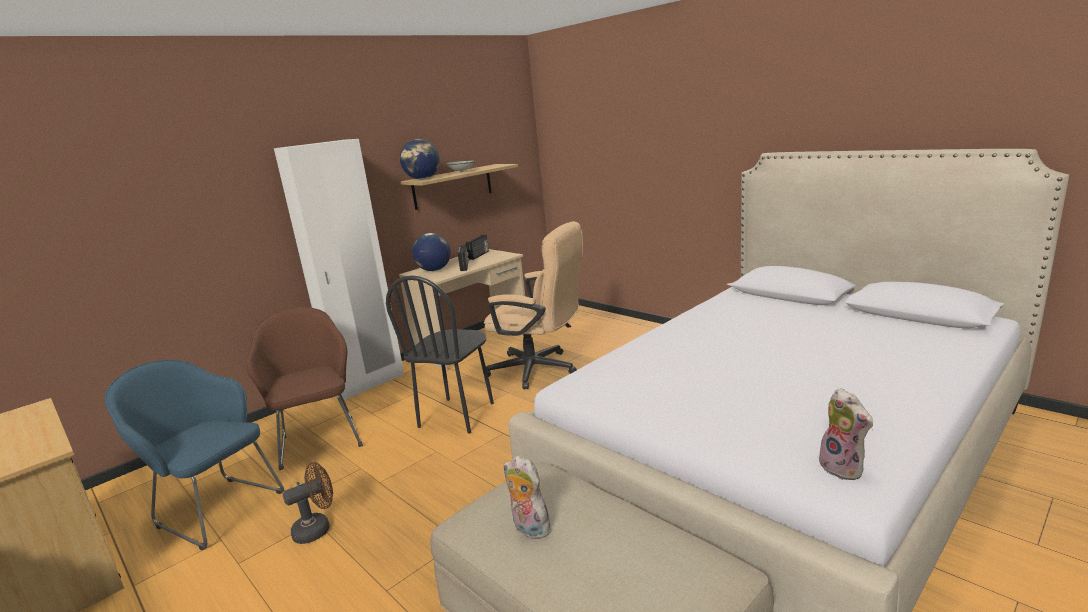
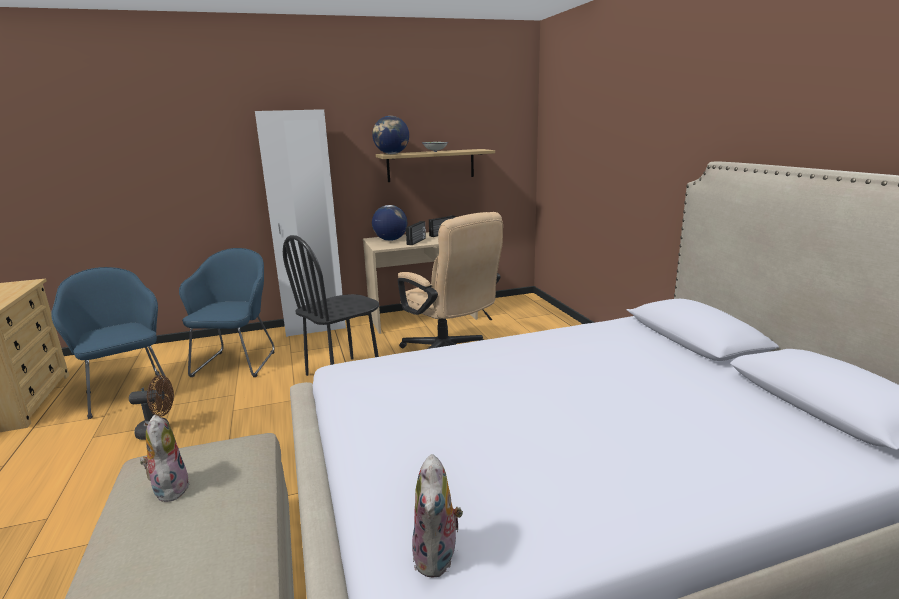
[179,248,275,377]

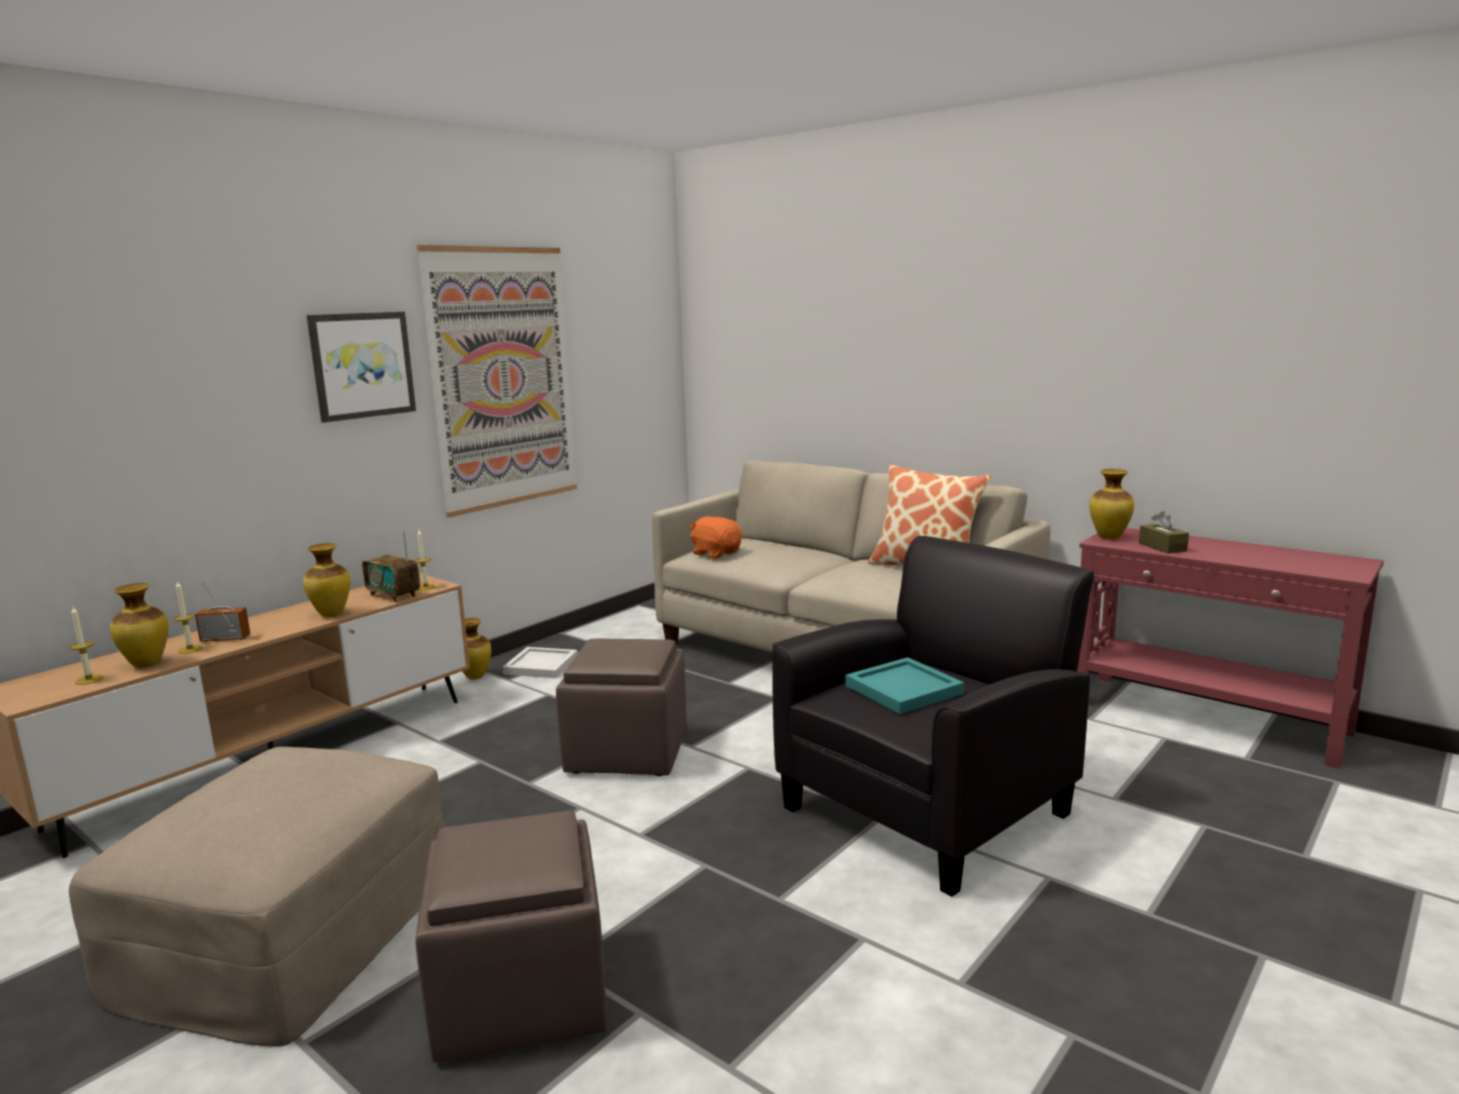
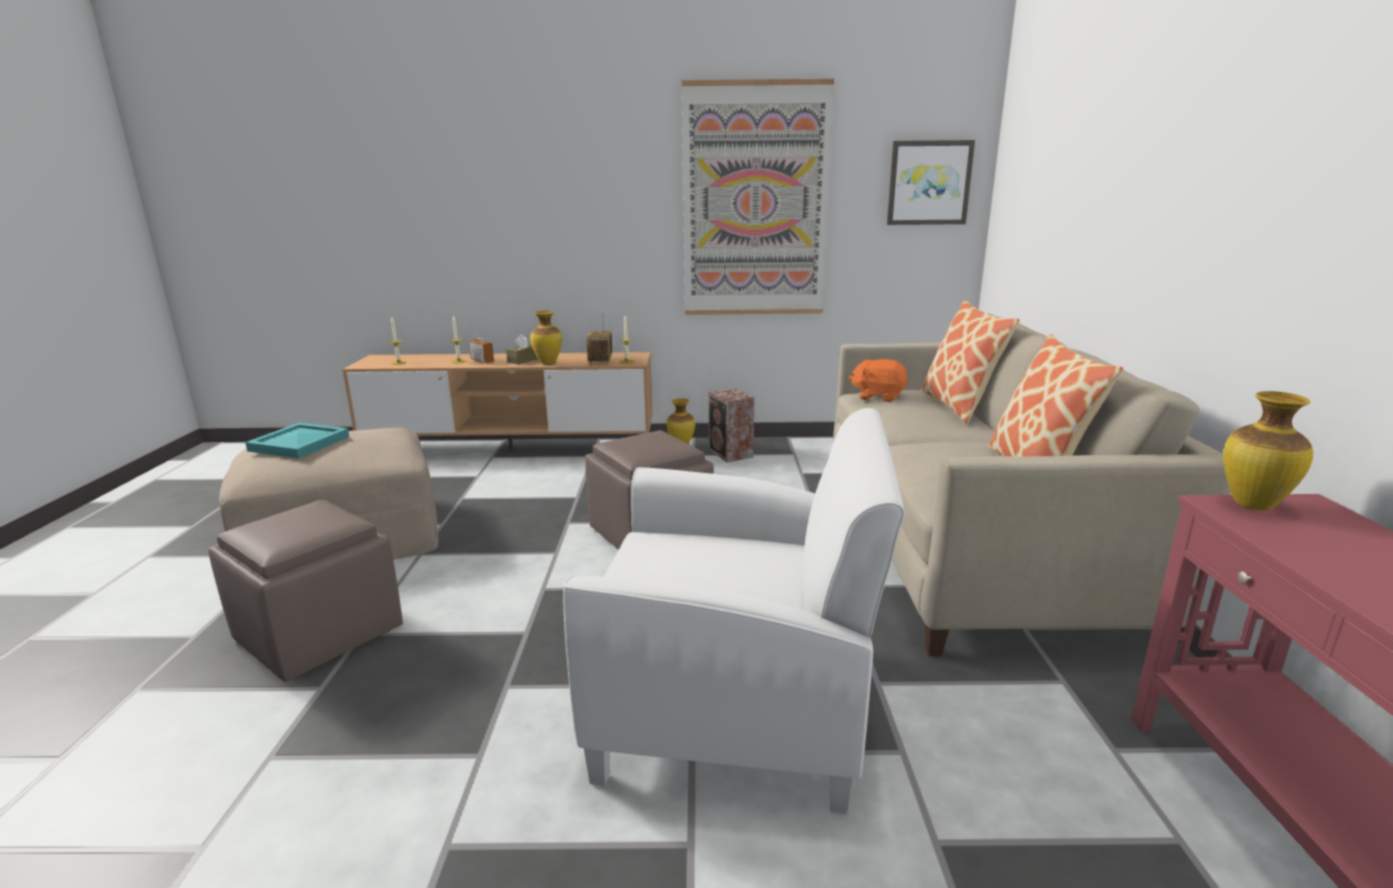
[110,583,169,668] (first image)
[920,300,1020,424]
[887,140,975,225]
[245,423,349,459]
[506,334,538,364]
[709,388,754,462]
[562,408,905,814]
[849,359,908,402]

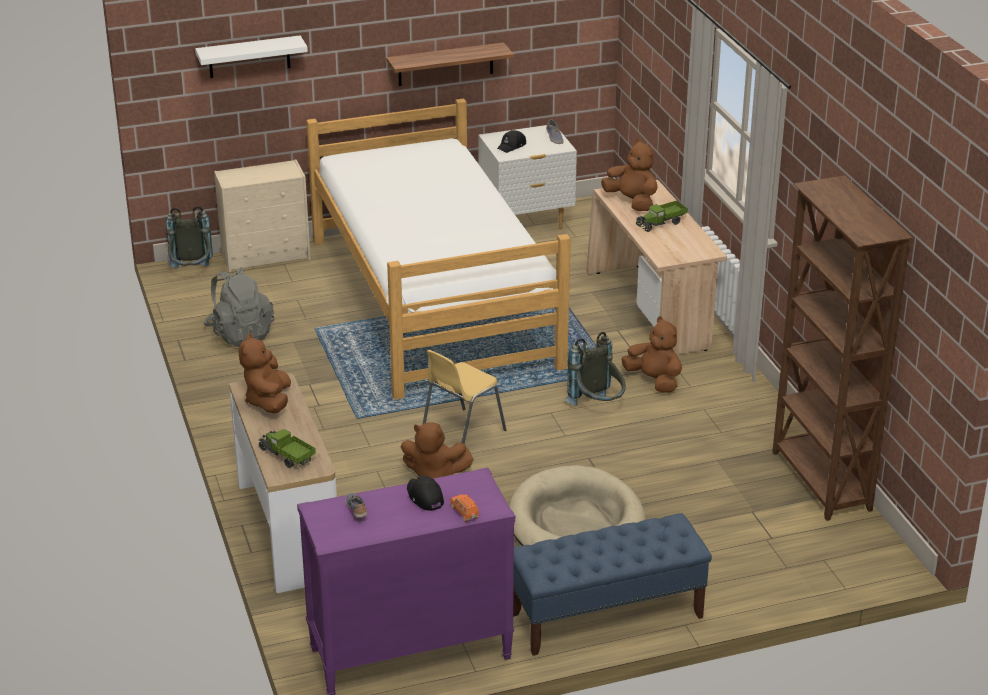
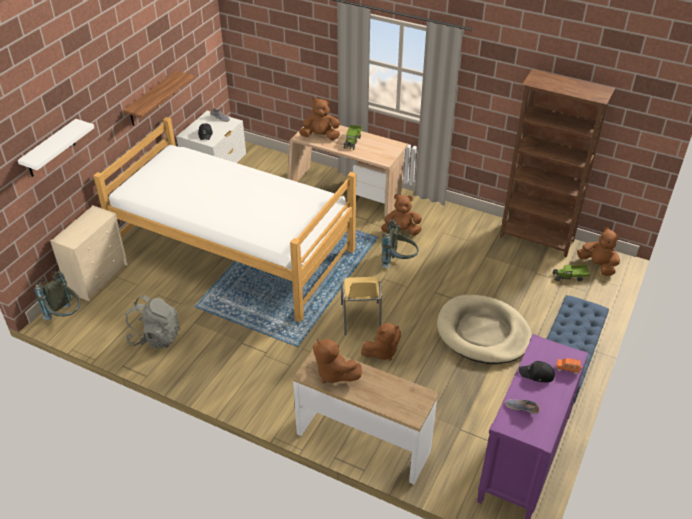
[577,227,620,276]
[553,265,590,282]

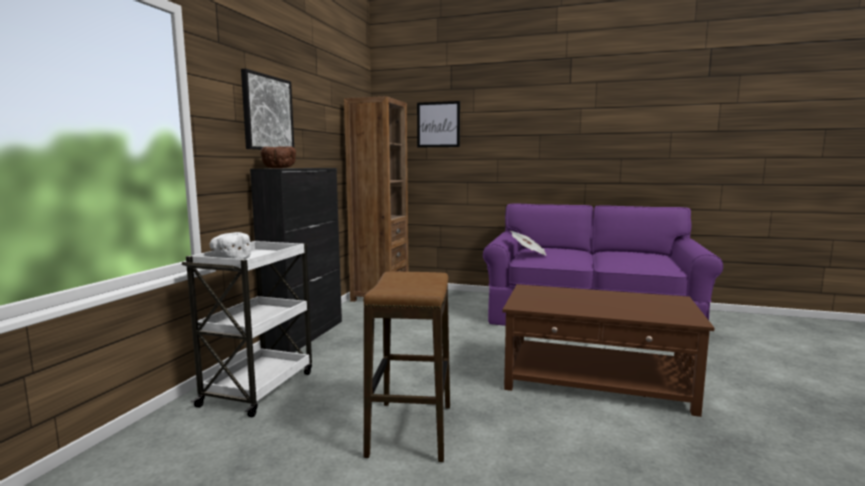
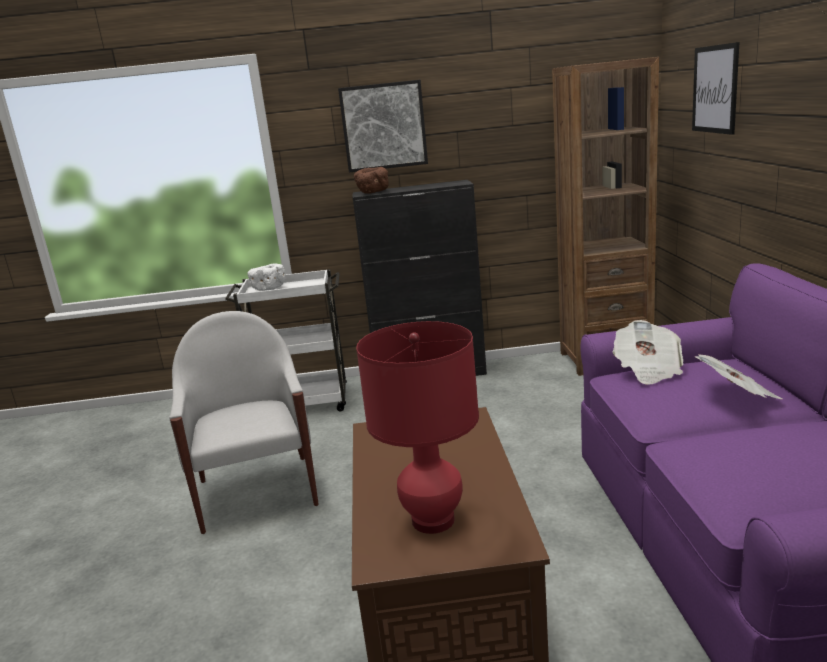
[356,321,479,534]
[694,355,783,399]
[169,311,319,534]

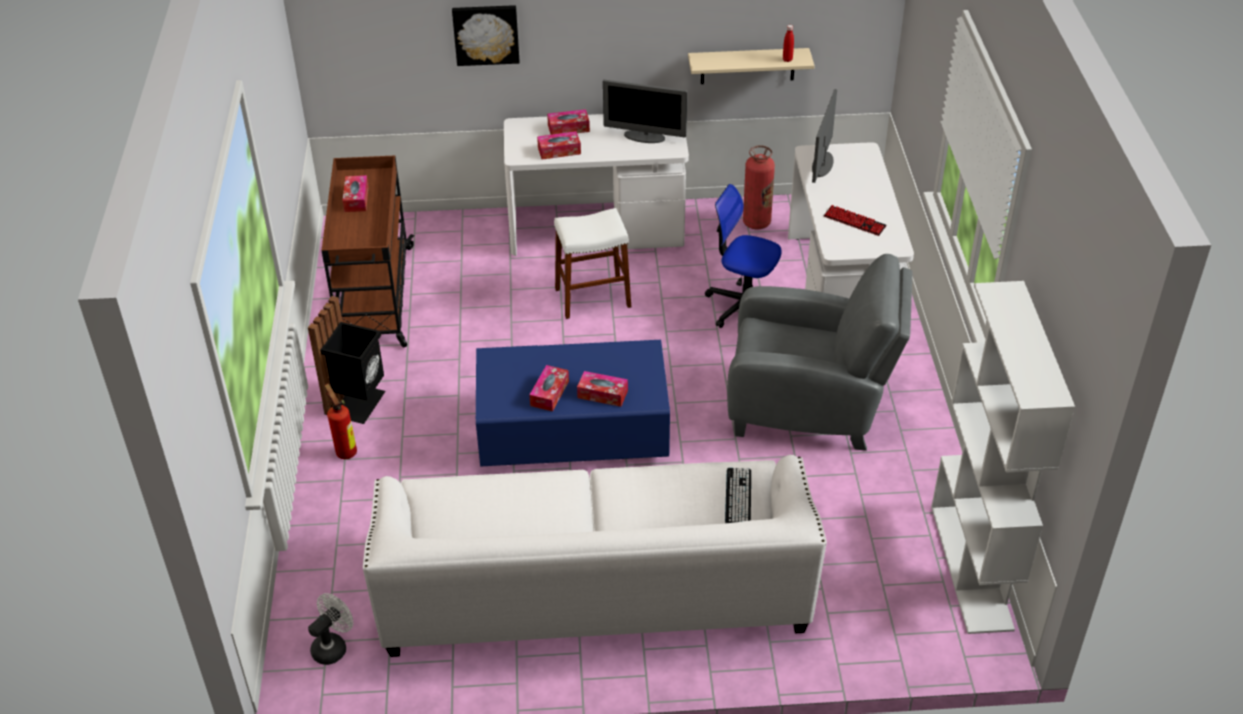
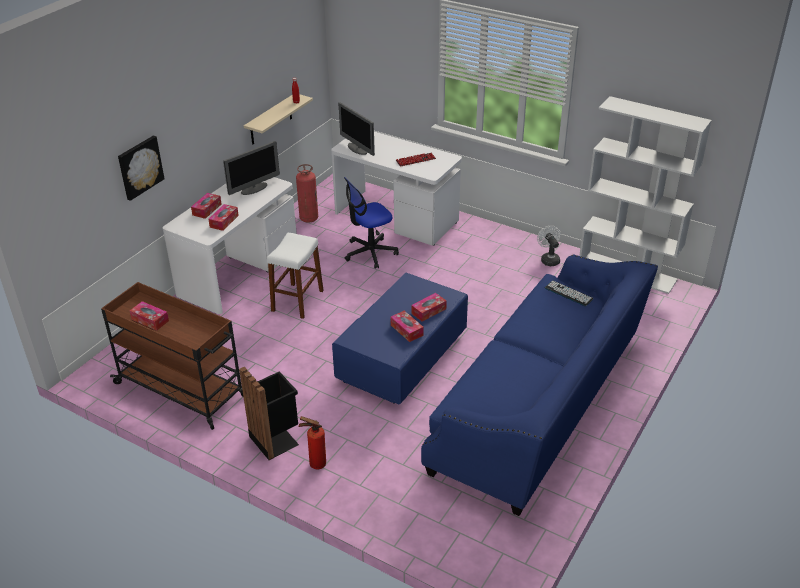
[727,254,913,451] (first image)
[537,226,561,266]
[421,255,658,516]

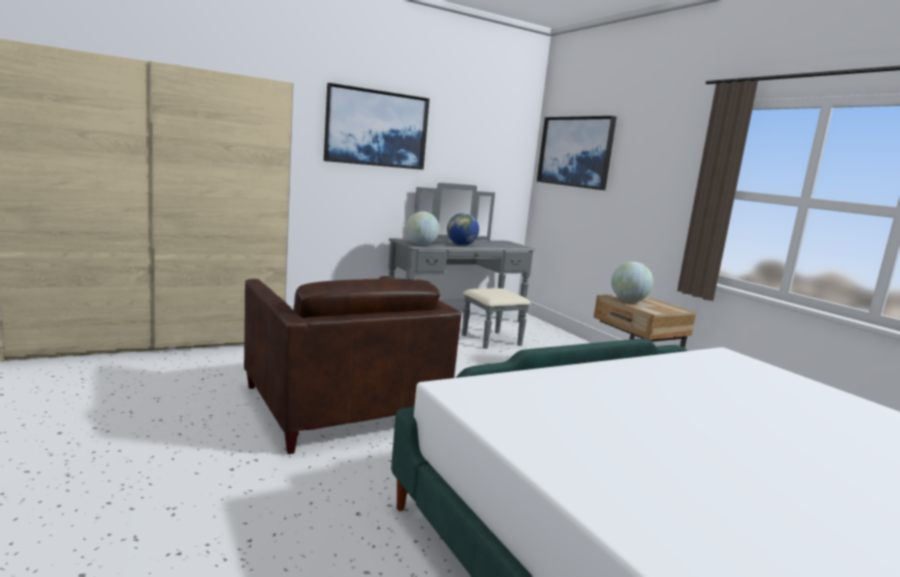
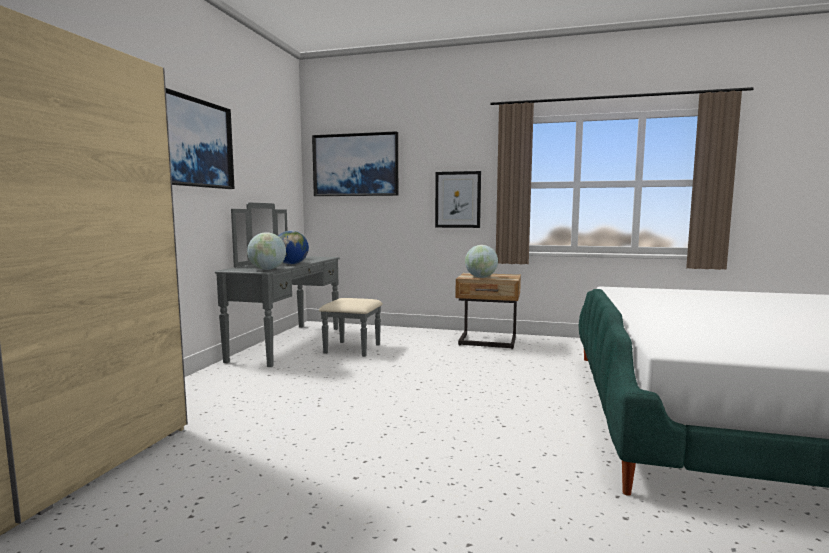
[244,276,462,454] (first image)
[435,171,481,228]

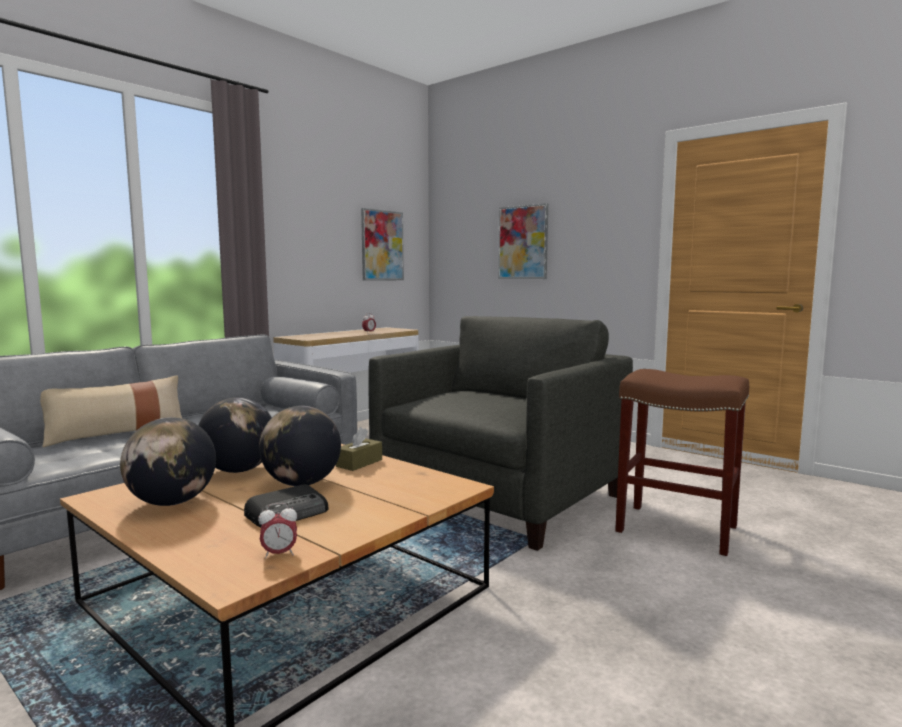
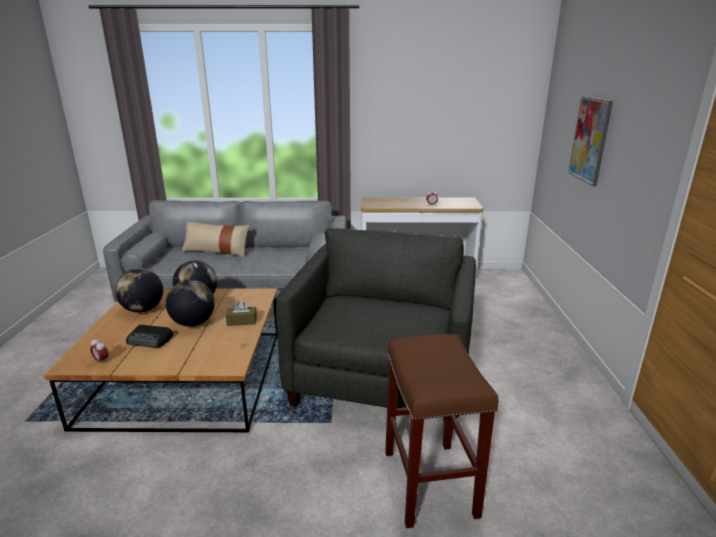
[361,208,404,281] (first image)
[276,228,476,432]

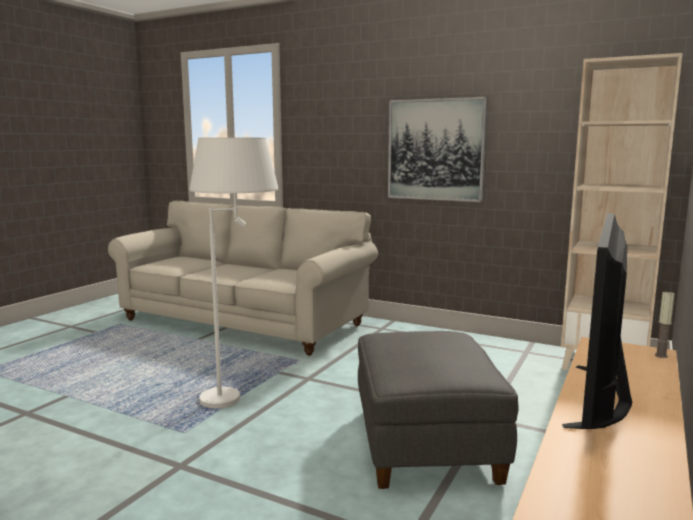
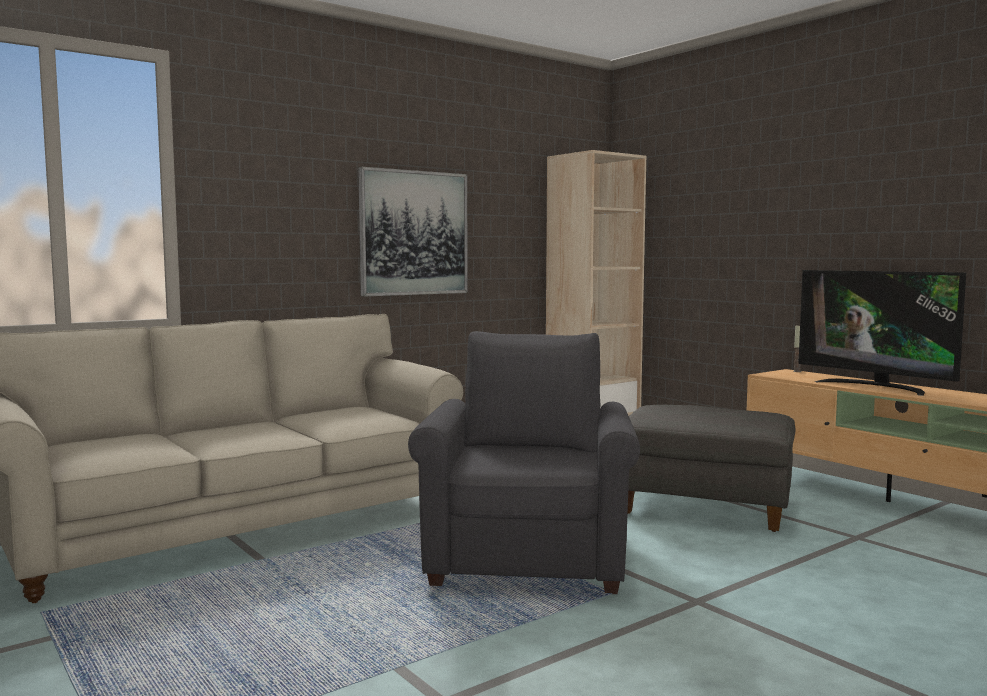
[408,331,640,594]

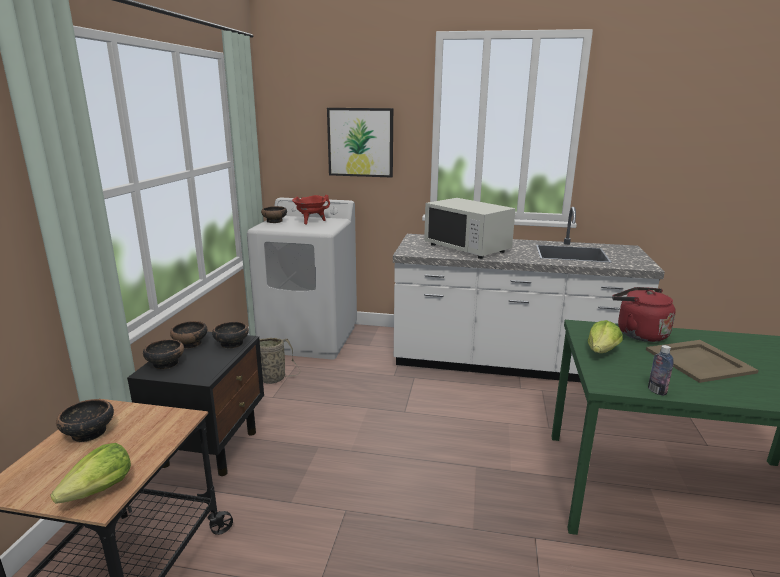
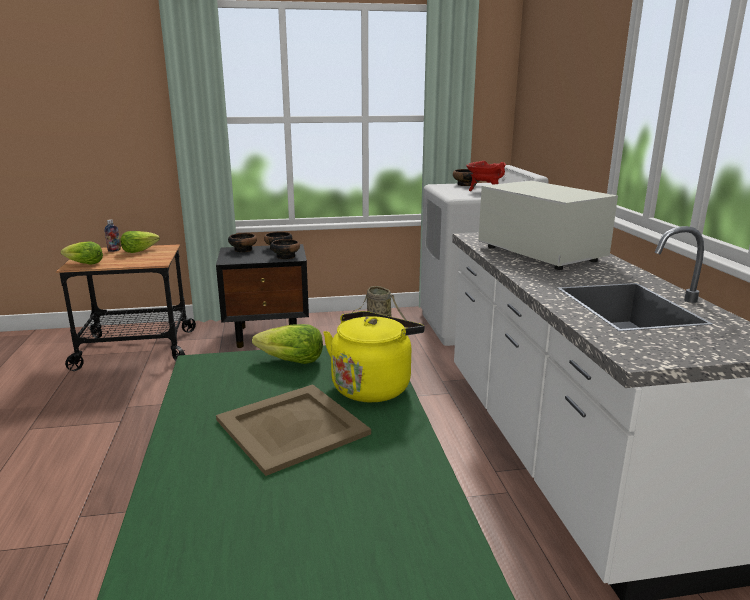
[327,108,393,178] (first image)
[104,219,121,252]
[120,231,160,253]
[323,311,425,403]
[478,181,618,270]

